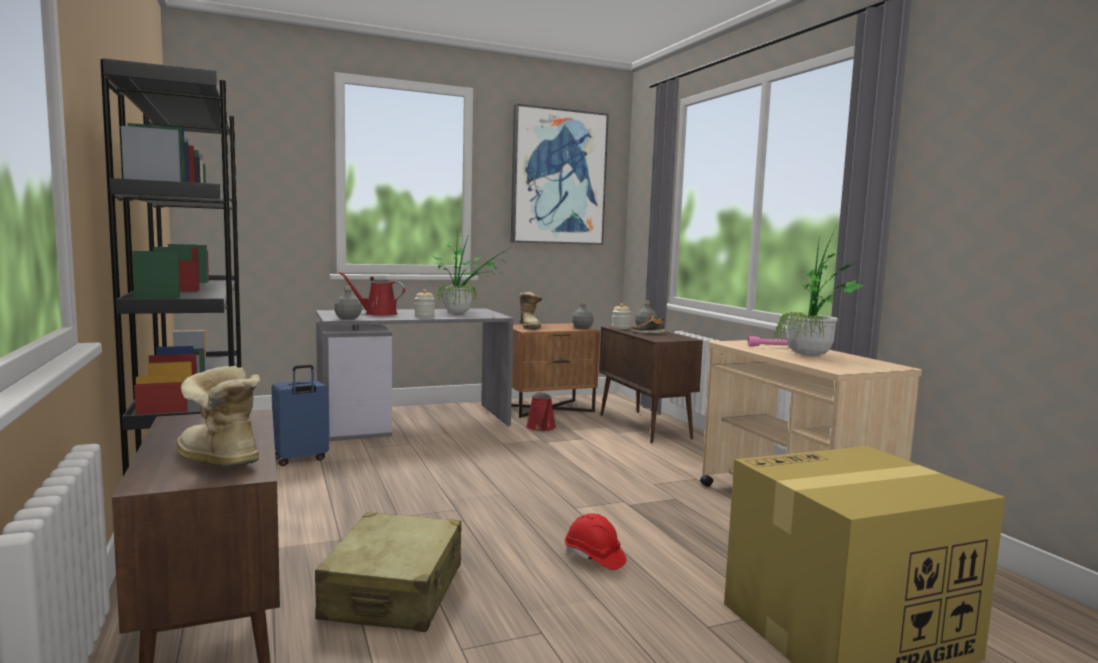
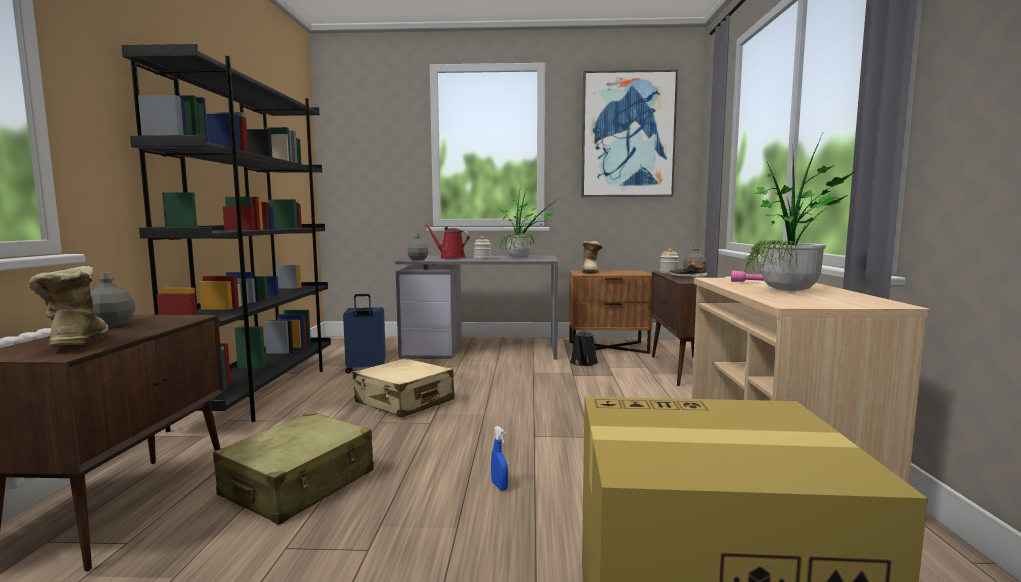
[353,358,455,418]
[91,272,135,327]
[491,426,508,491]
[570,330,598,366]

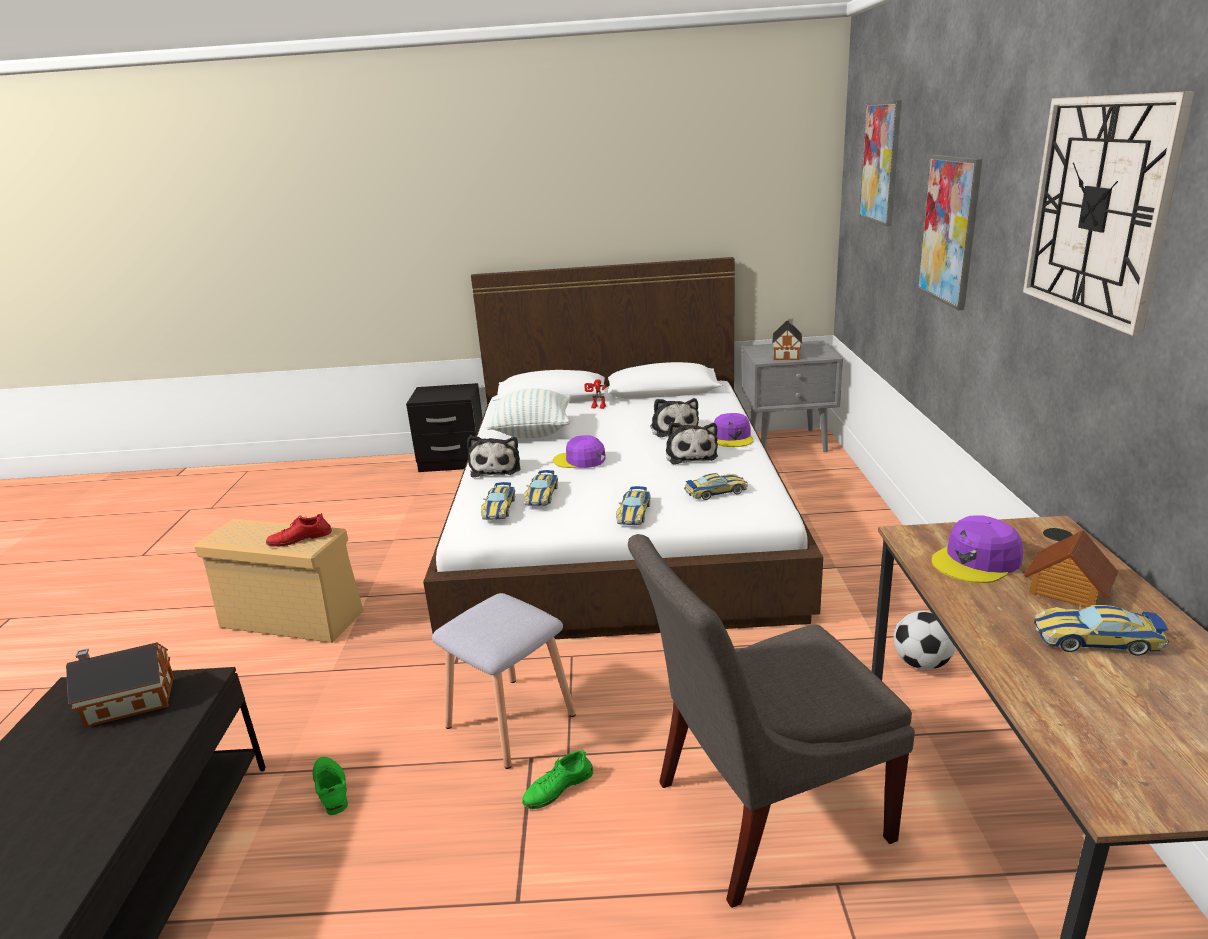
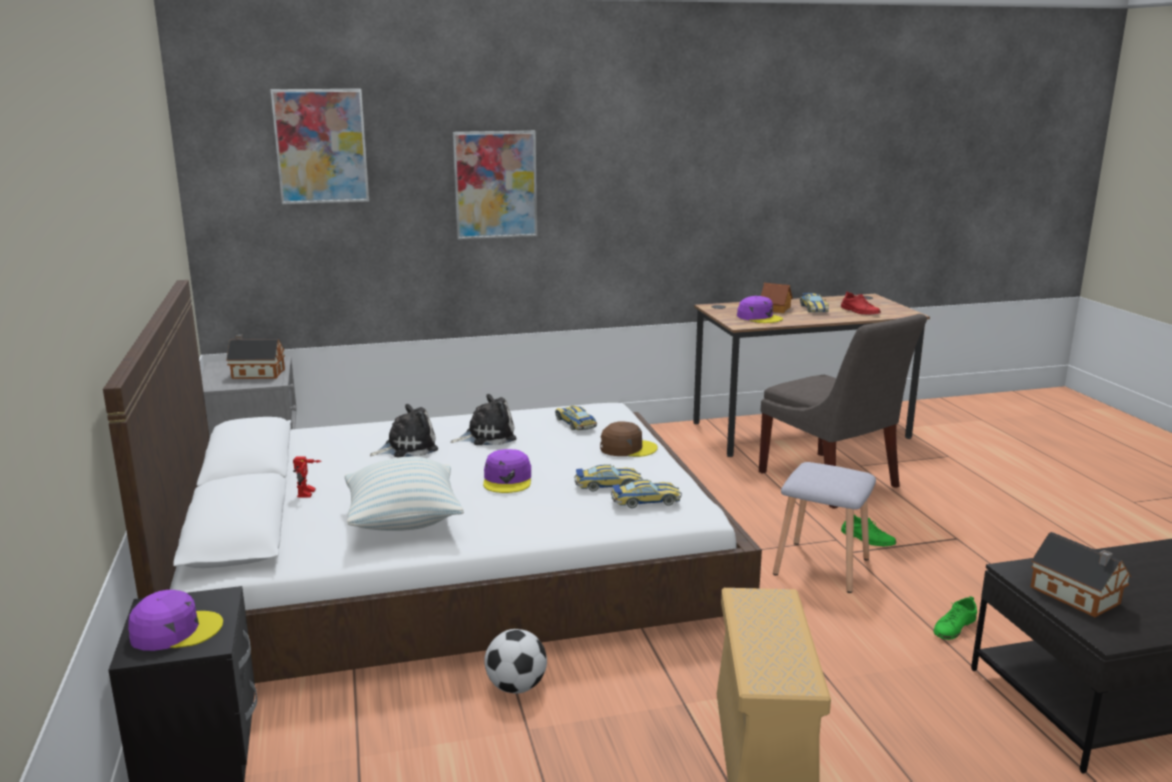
[467,435,521,478] (first image)
[1023,91,1195,336] (first image)
[841,292,881,314]
[128,590,223,651]
[484,629,547,694]
[600,421,658,457]

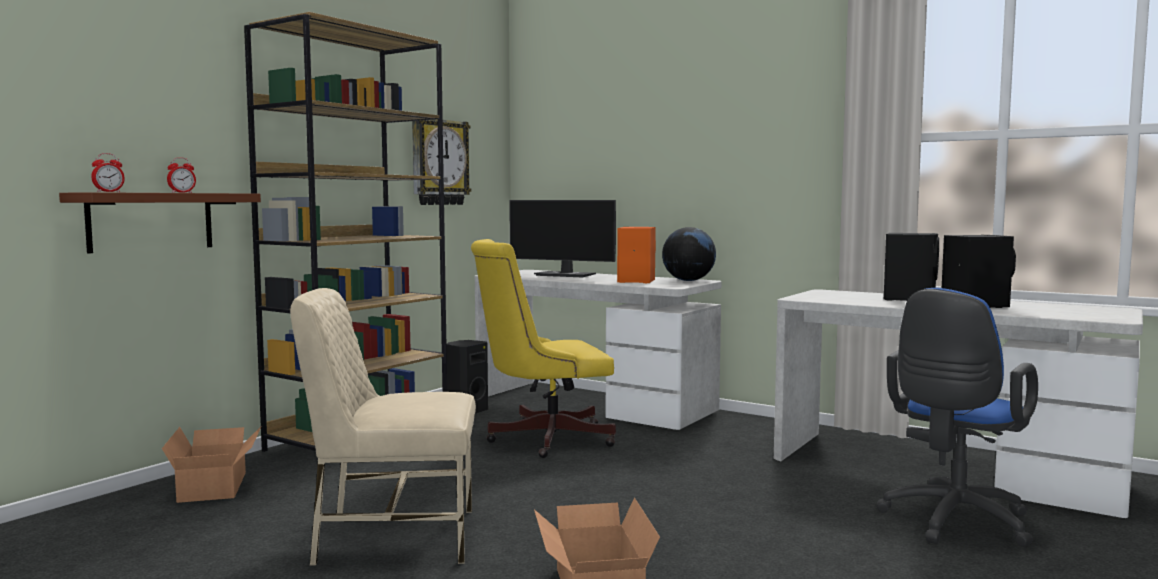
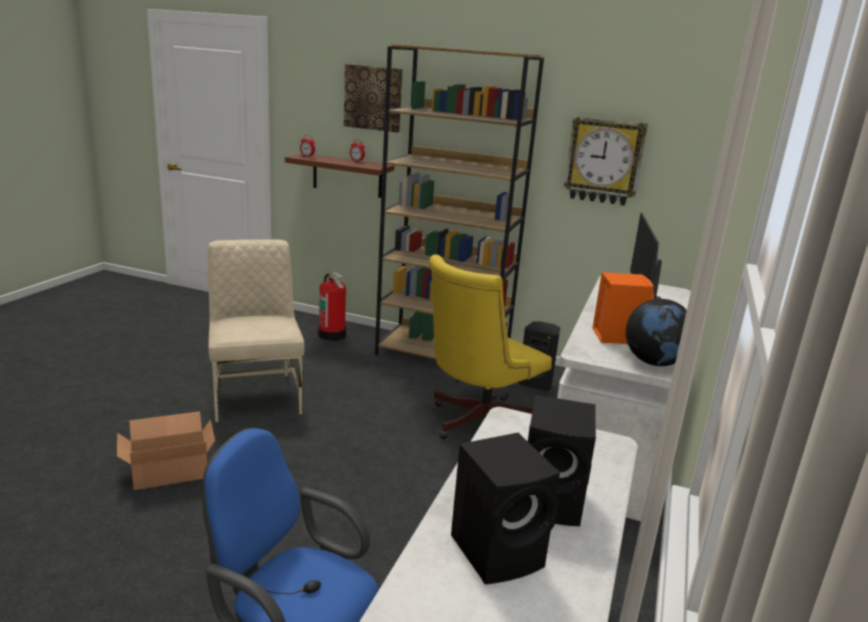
[344,64,403,132]
[318,272,346,341]
[429,255,552,439]

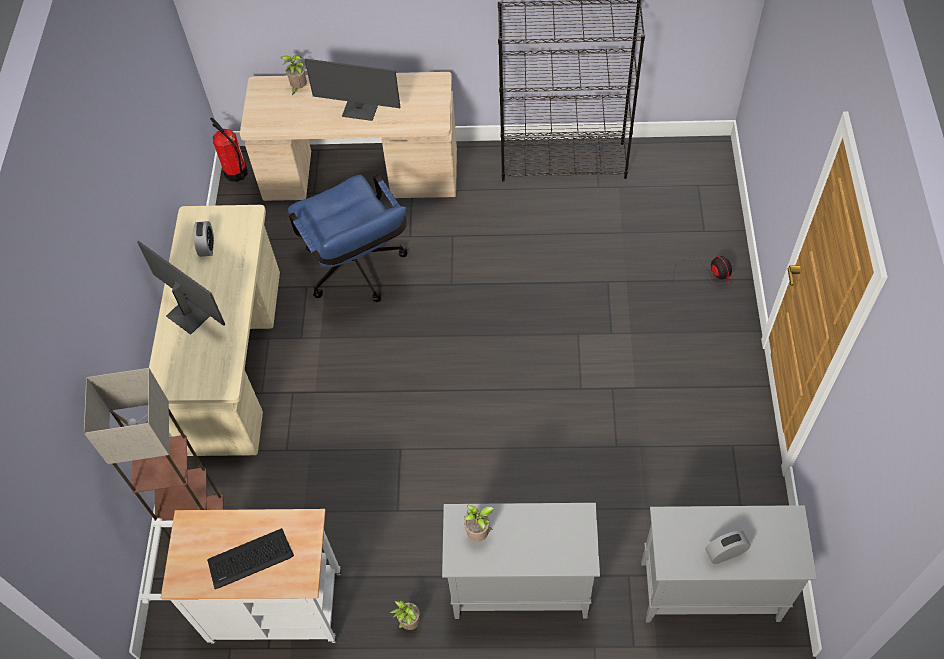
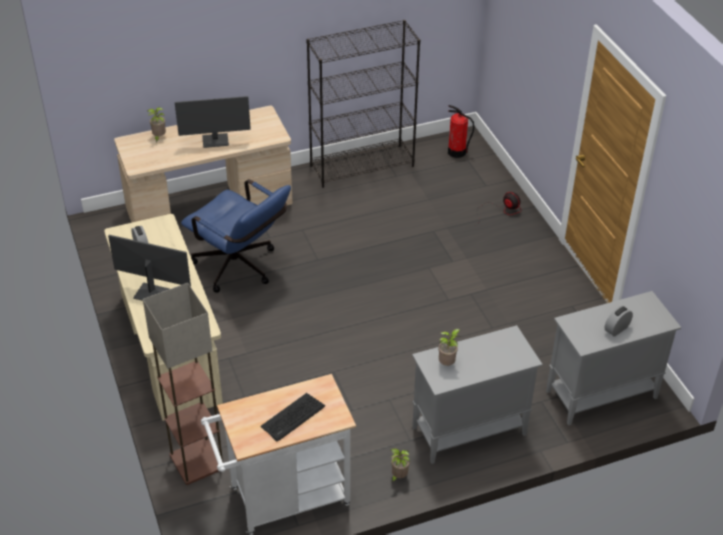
[448,105,474,158]

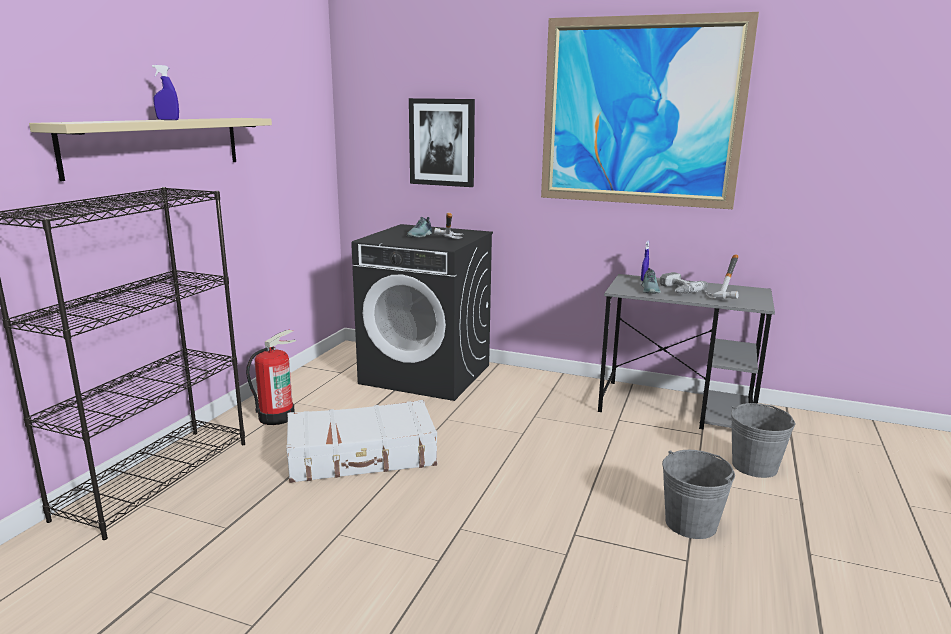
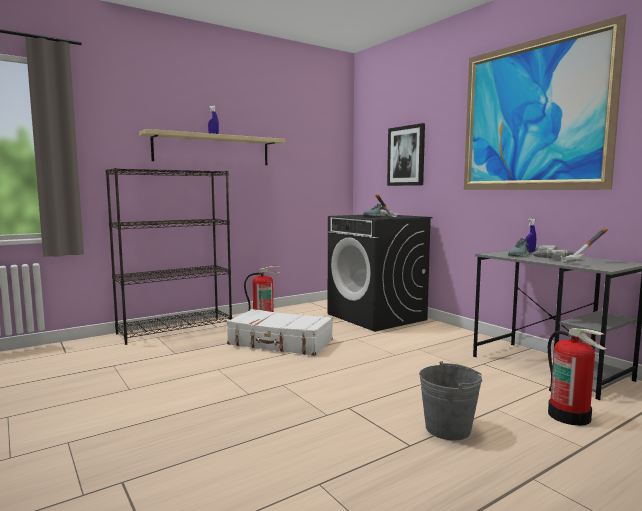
[548,328,607,426]

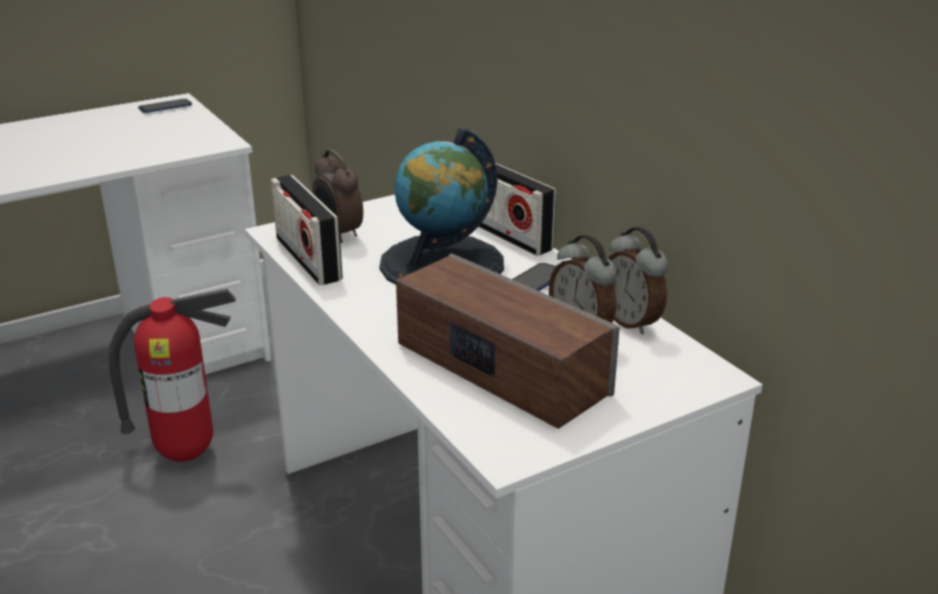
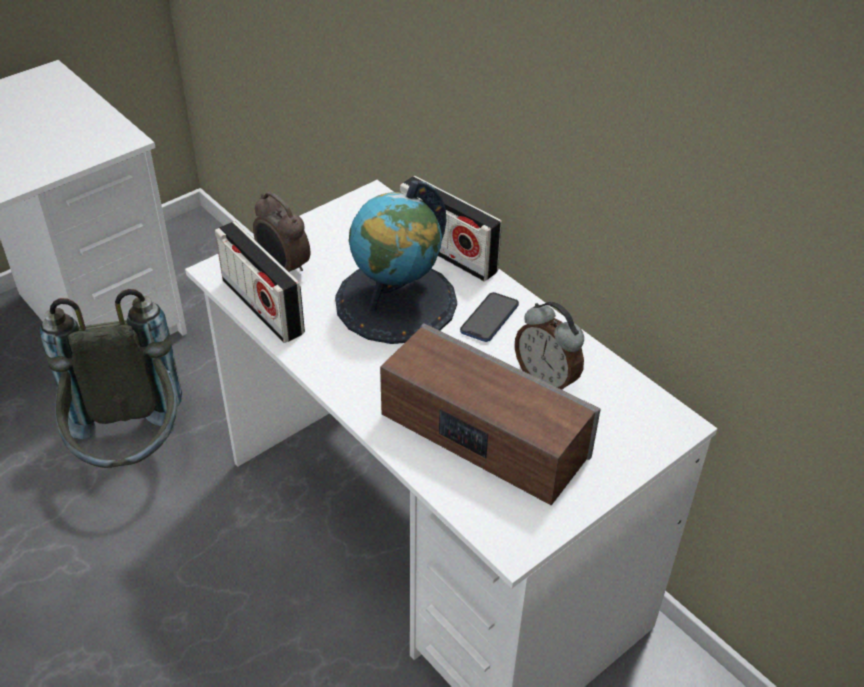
[138,99,192,113] (first image)
[608,227,668,335] (first image)
[40,289,182,468]

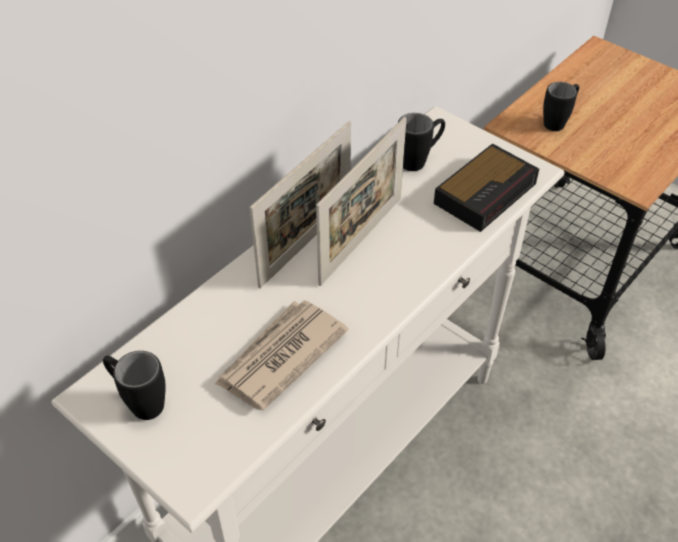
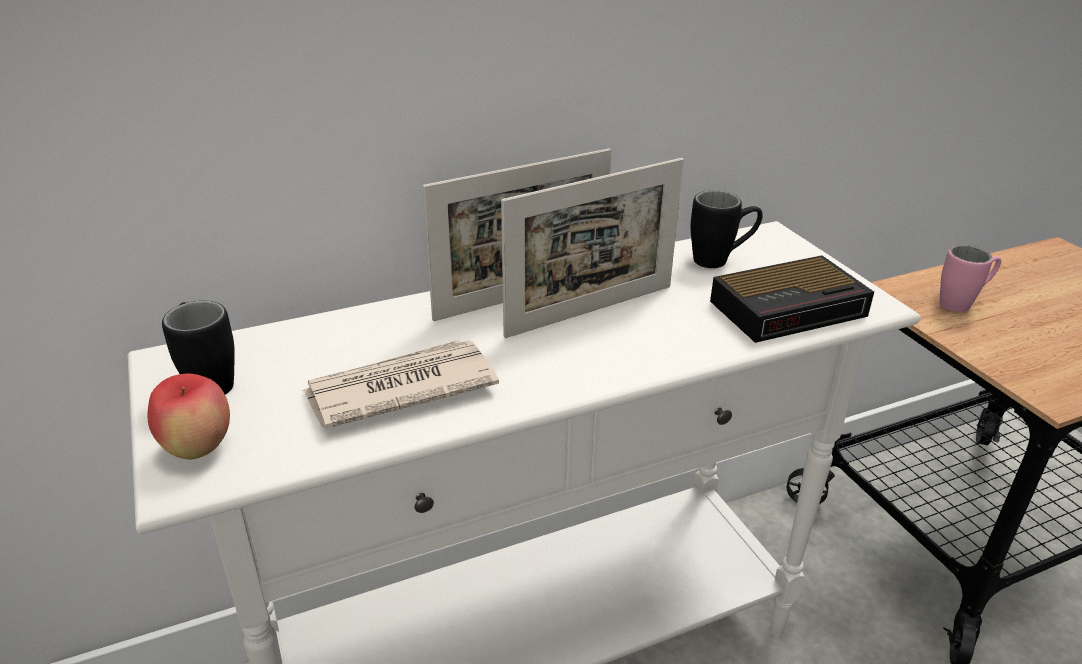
[147,374,230,460]
[940,245,1001,312]

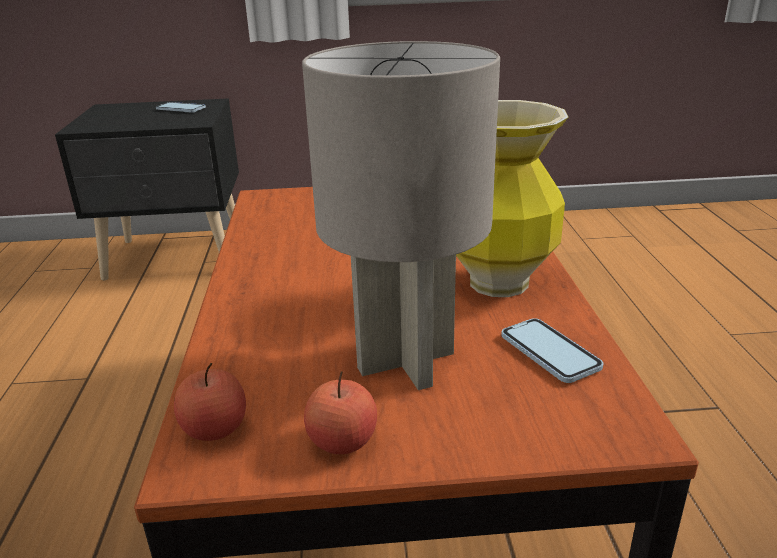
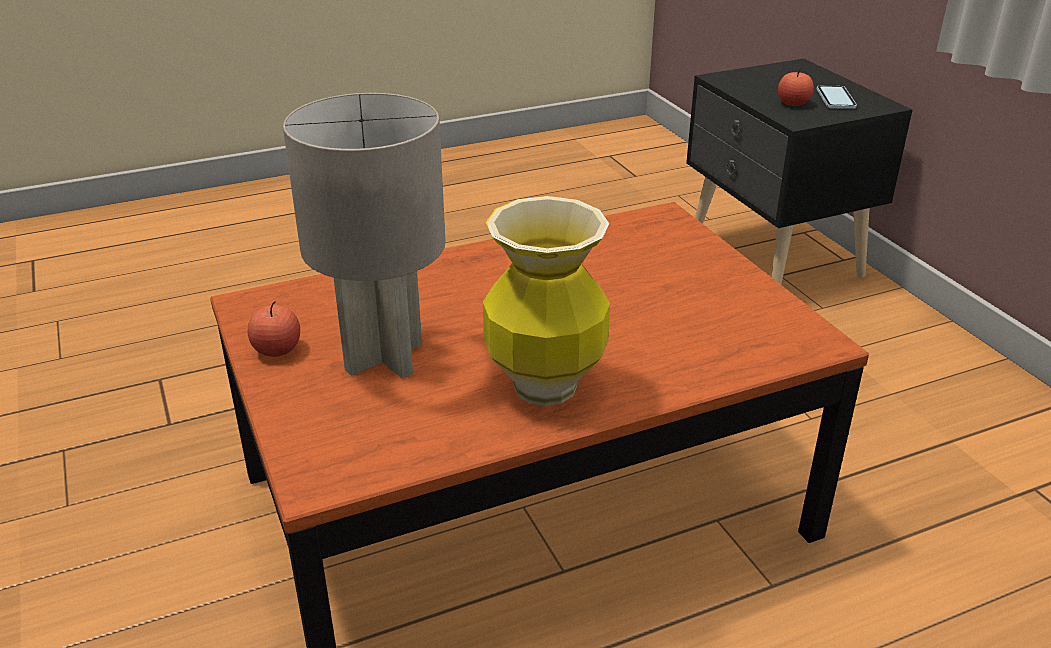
[501,318,603,383] (first image)
[778,67,814,106]

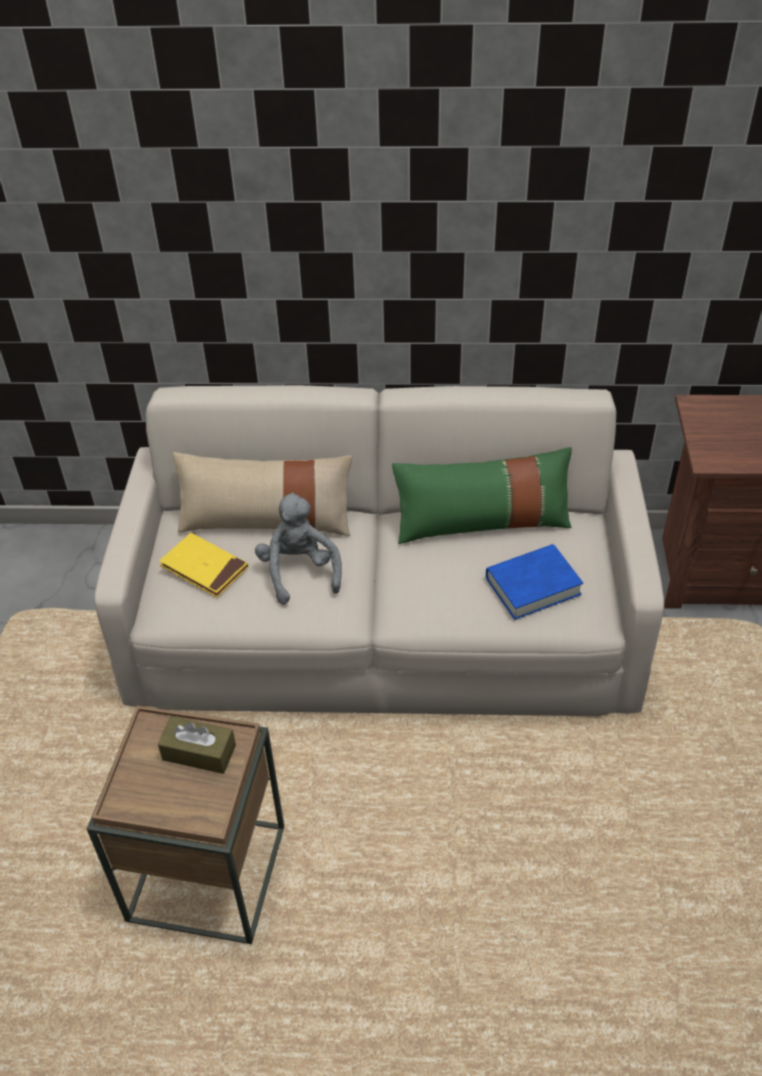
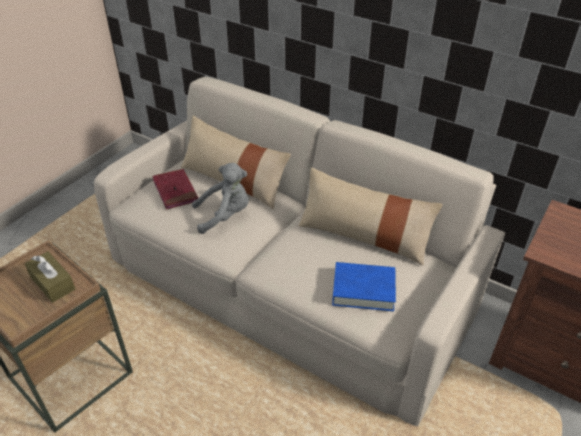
[152,169,198,210]
[298,167,443,265]
[192,163,249,234]

